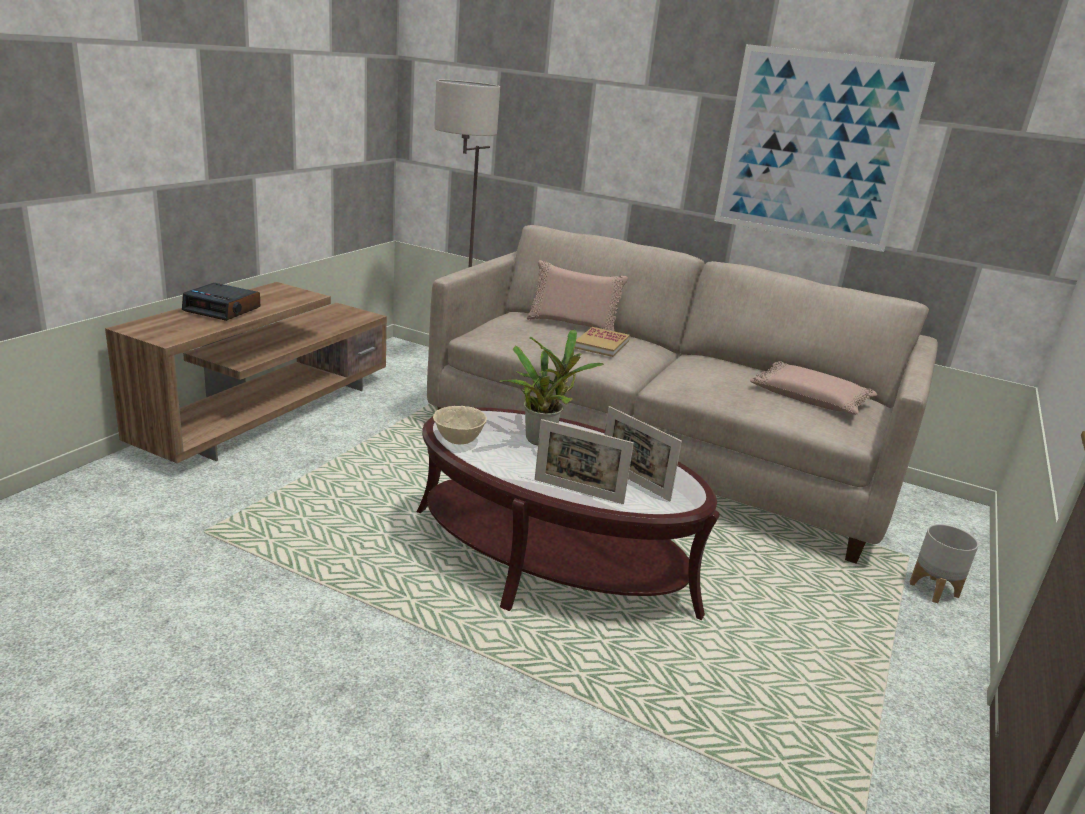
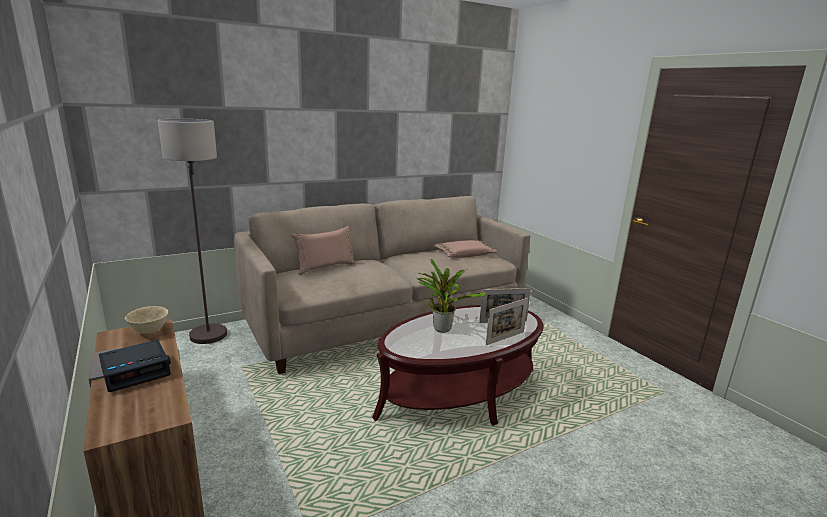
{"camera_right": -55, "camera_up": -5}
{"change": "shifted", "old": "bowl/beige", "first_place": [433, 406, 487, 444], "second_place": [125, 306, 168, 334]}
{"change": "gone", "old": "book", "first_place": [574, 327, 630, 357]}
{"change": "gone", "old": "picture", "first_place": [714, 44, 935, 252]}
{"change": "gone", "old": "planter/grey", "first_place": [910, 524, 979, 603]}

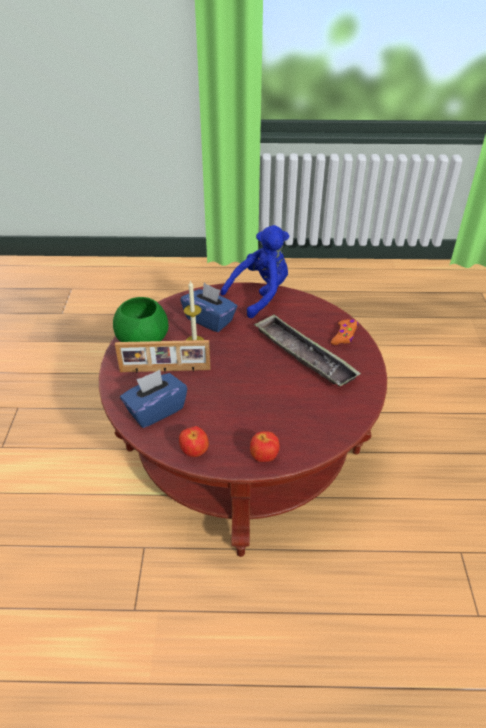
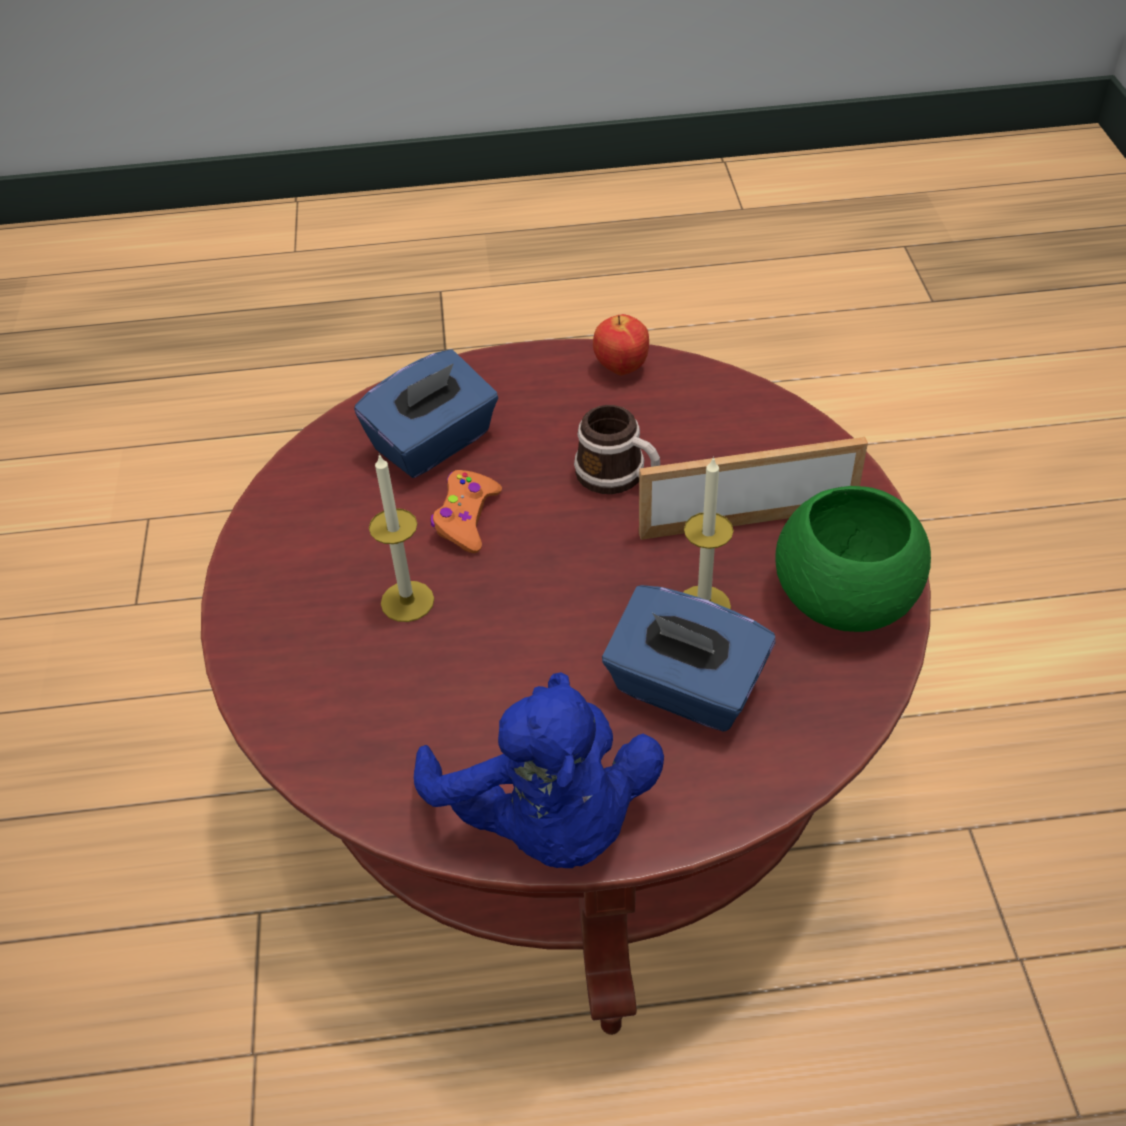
{"camera_right": 175, "camera_up": 5}
{"change": "shifted", "old": "tissue box/blue", "first_place": [120, 370, 187, 428], "second_place": [354, 349, 498, 478]}
{"change": "swapped", "old": "tray", "new": "candle", "first_place": [254, 314, 361, 386], "second_place": [369, 453, 434, 622]}
{"change": "rotated", "old": "plush toy/blue", "first_place": [220, 225, 290, 318], "second_place": [414, 672, 664, 868], "degrees": -75}
{"change": "shifted", "old": "game controller/orange", "first_place": [331, 320, 358, 345], "second_place": [431, 470, 502, 553]}
{"change": "new", "new": "mug", "second_place": [574, 405, 660, 494]}
{"change": "gone", "old": "apple", "first_place": [250, 431, 280, 462]}

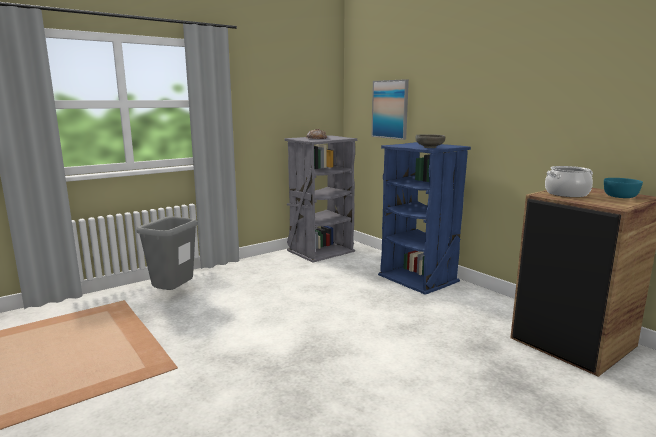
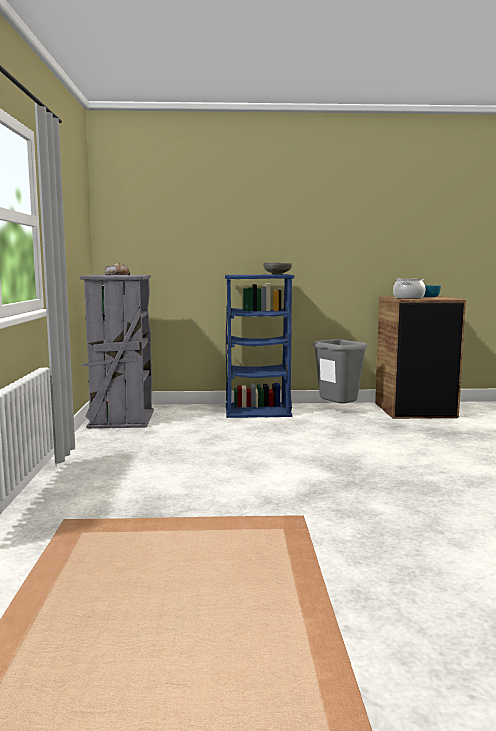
{"camera_right": -55, "camera_up": -5}
{"change": "shifted", "old": "trash can/grey", "first_place": [136, 216, 198, 290], "second_place": [313, 339, 368, 404]}
{"change": "gone", "old": "picture", "first_place": [371, 79, 409, 140]}

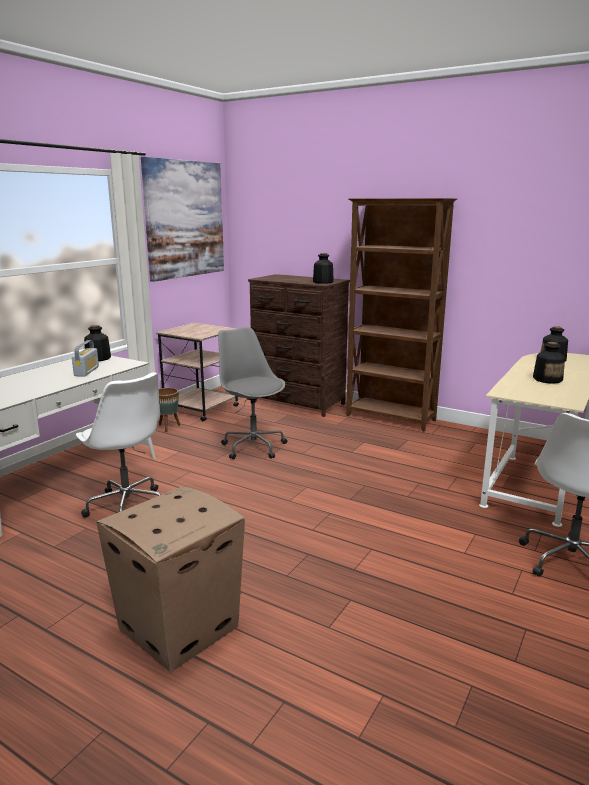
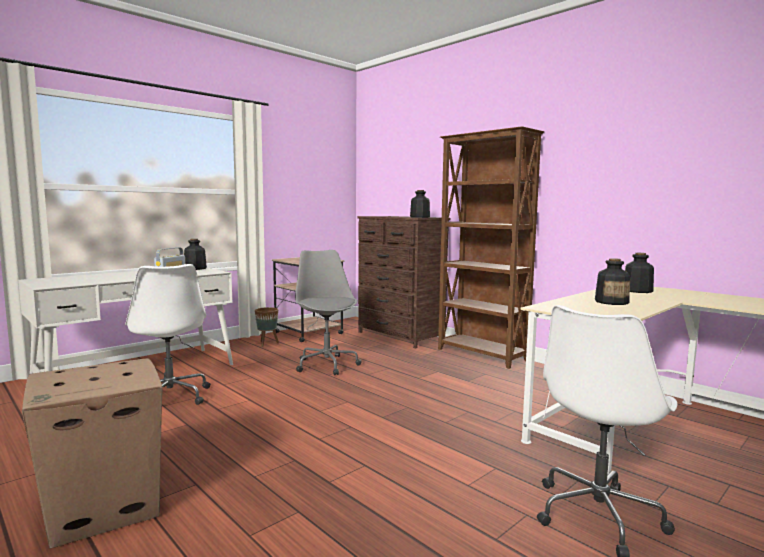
{"camera_right": 15, "camera_up": -10}
{"change": "gone", "old": "picture", "first_place": [141, 157, 224, 282]}

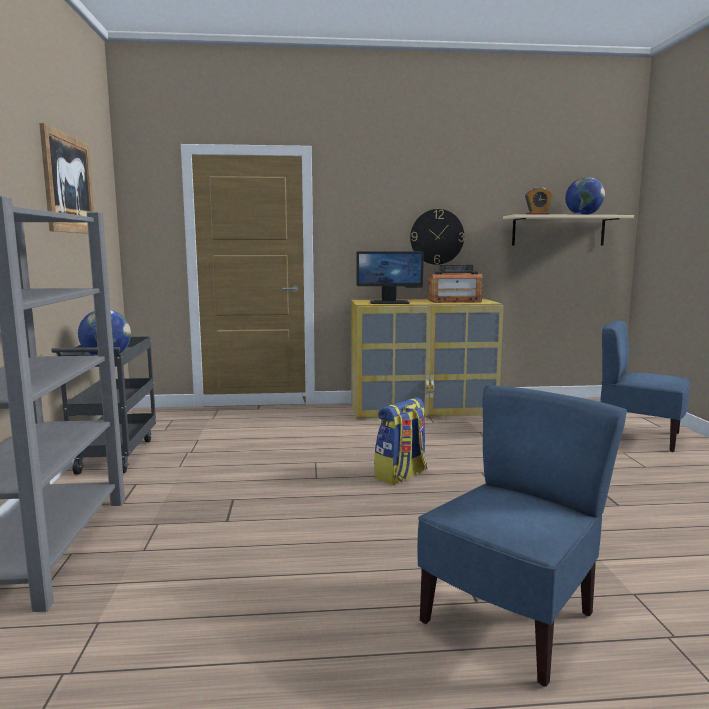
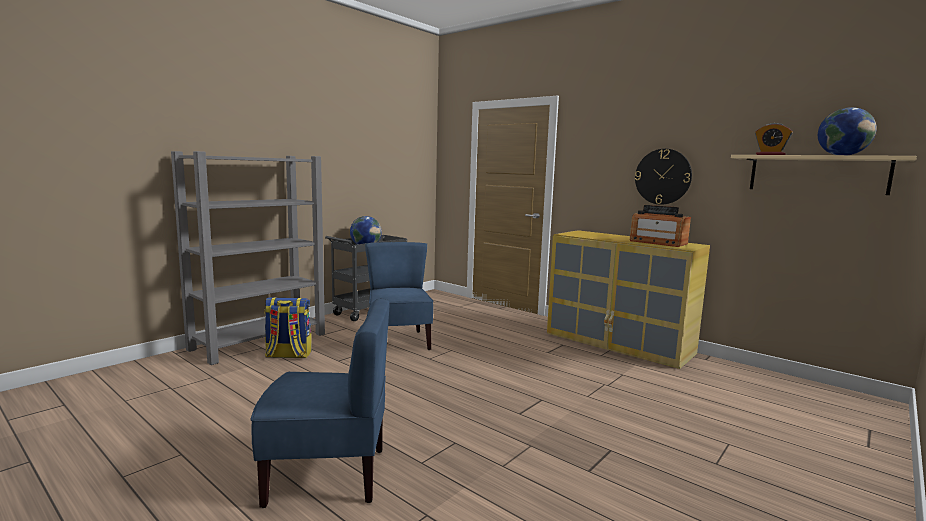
{"camera_right": 45, "camera_up": 0}
{"change": "shifted", "old": "backpack", "first_place": [374, 398, 427, 485], "second_place": [264, 297, 312, 358]}
{"change": "shifted", "old": "chair/blue", "first_place": [600, 321, 691, 452], "second_place": [365, 242, 433, 350]}
{"change": "gone", "old": "picture", "first_place": [39, 123, 94, 234]}
{"change": "gone", "old": "monitor", "first_place": [356, 251, 424, 304]}

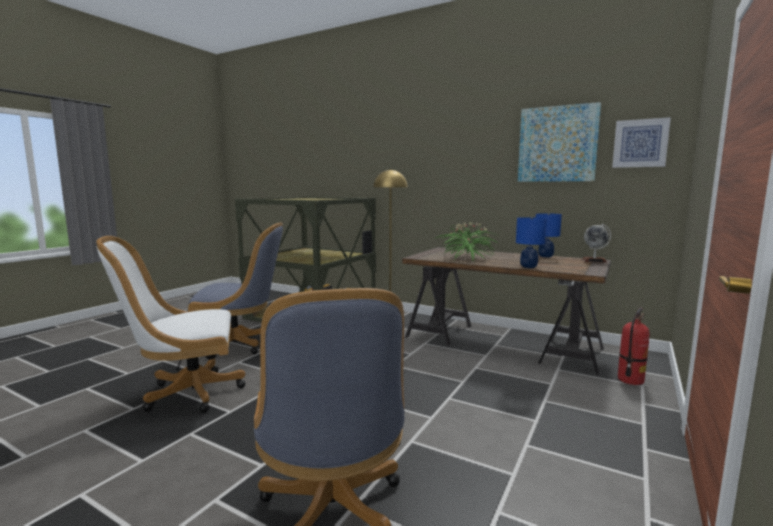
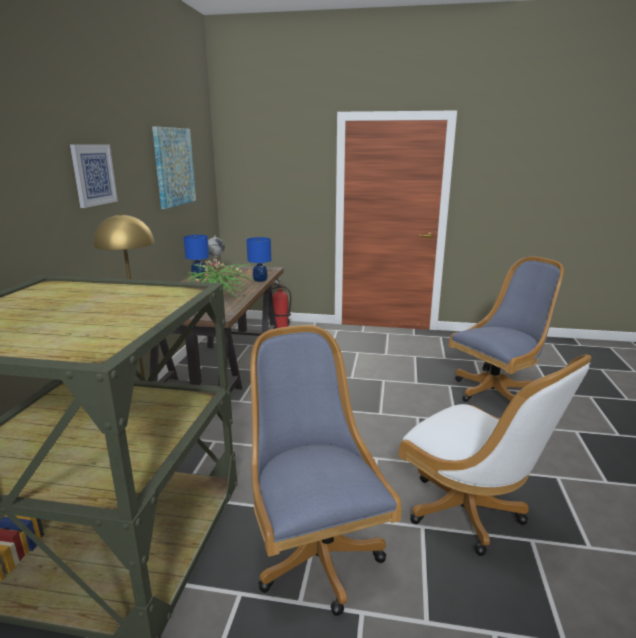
{"camera_right": -110, "camera_up": 10}
{"change": "shifted", "old": "picture", "first_place": [612, 117, 671, 168], "second_place": [70, 145, 118, 208]}

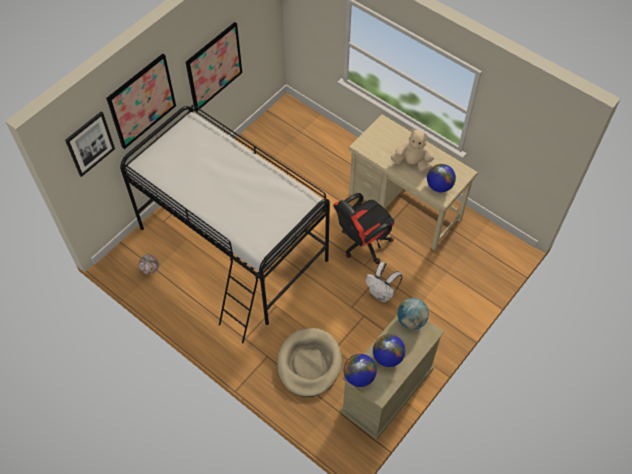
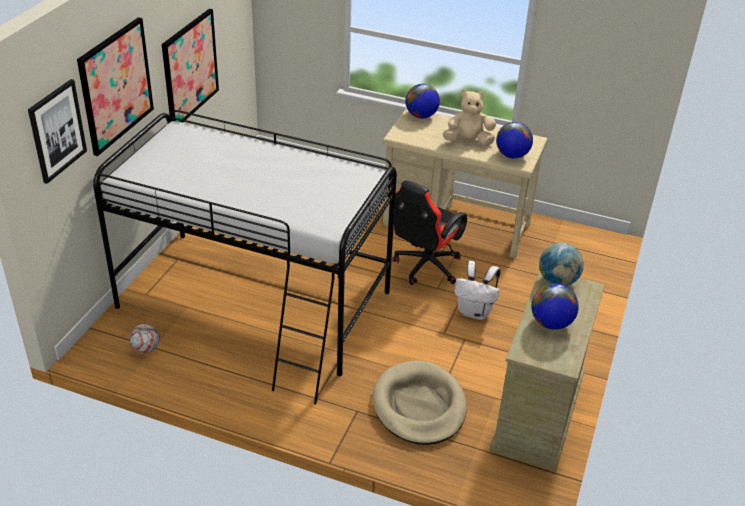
{"camera_right": -20, "camera_up": -20}
{"change": "shifted", "old": "globe", "first_place": [344, 354, 377, 387], "second_place": [405, 84, 440, 119]}

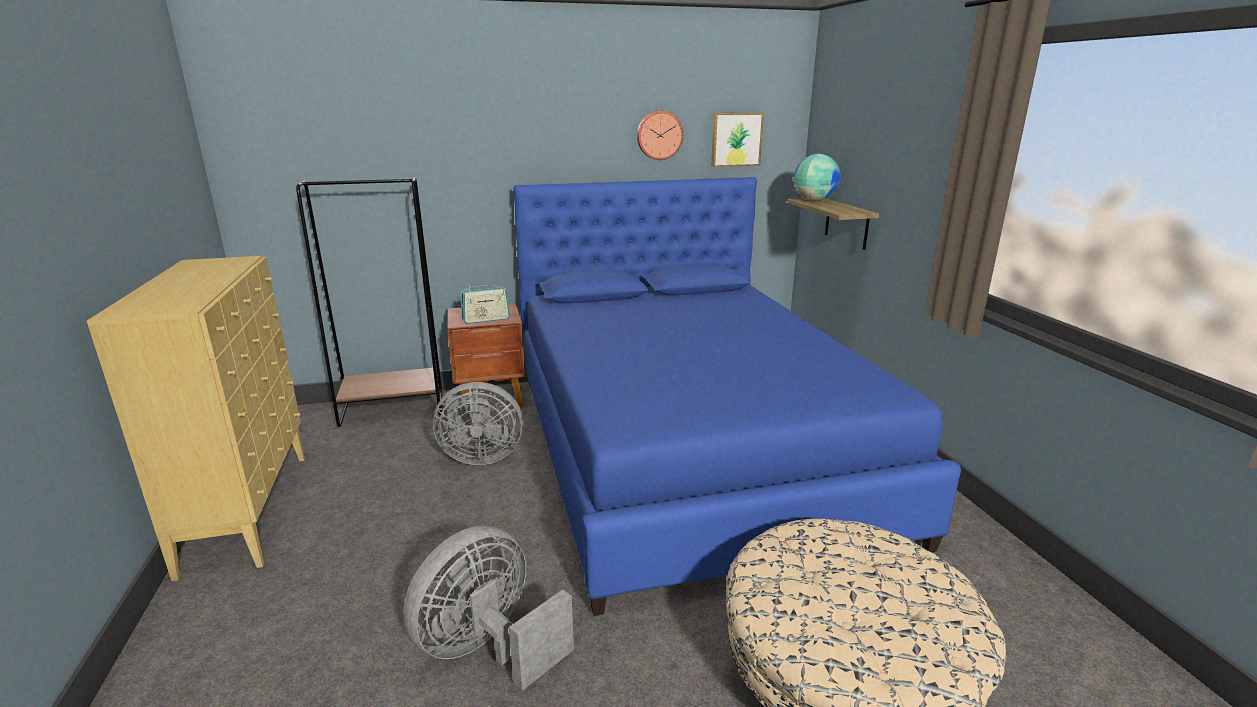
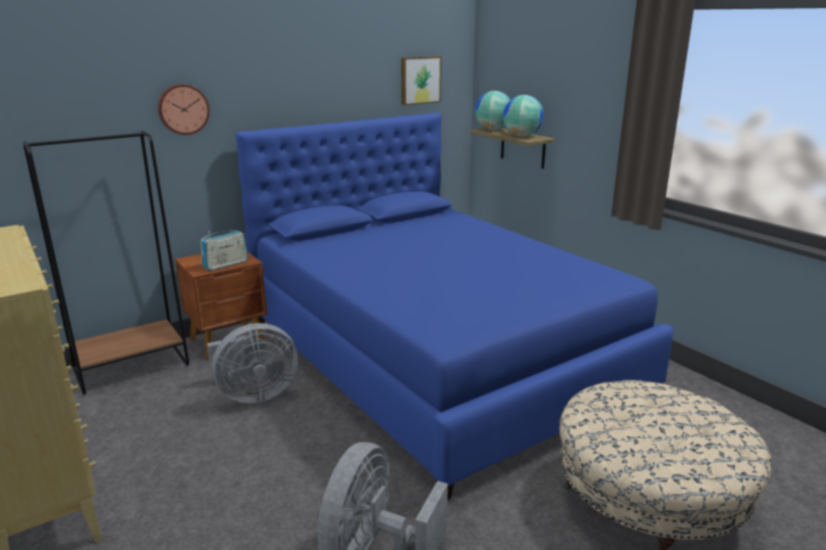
{"camera_right": -20, "camera_up": 0}
{"change": "shifted", "old": "wall clock", "first_place": [637, 111, 683, 160], "second_place": [158, 84, 210, 135]}
{"change": "new", "new": "globe", "second_place": [503, 95, 544, 137]}

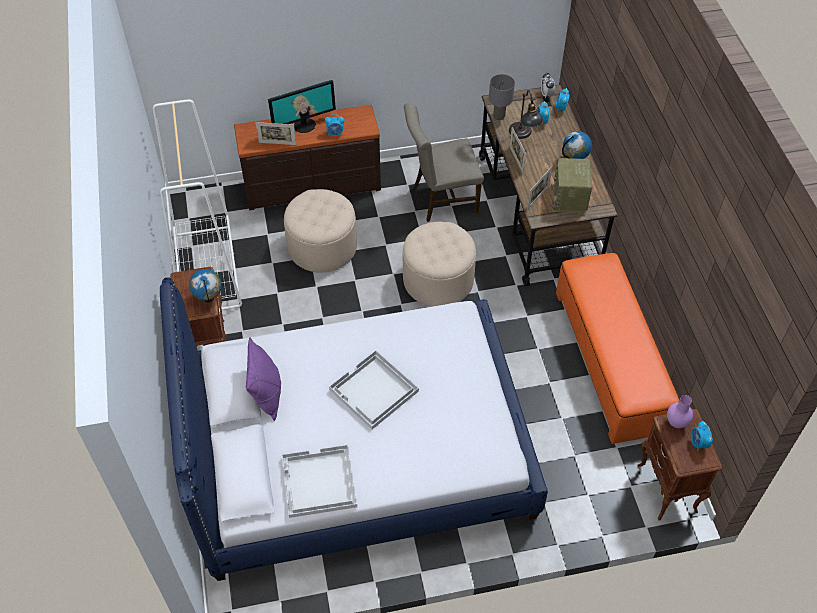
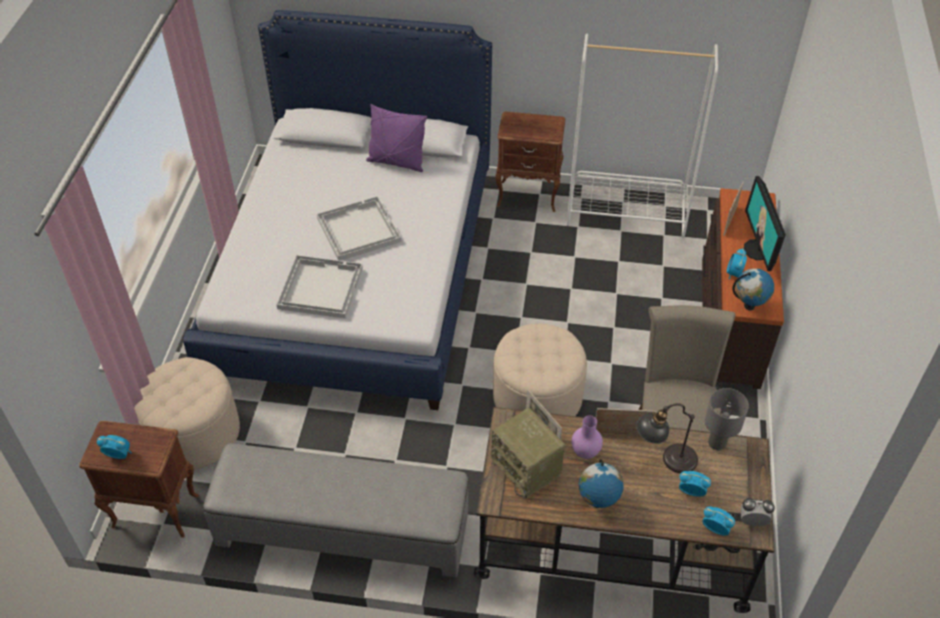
{"camera_right": 110, "camera_up": -5}
{"change": "shifted", "old": "ottoman/beige", "first_place": [284, 189, 357, 272], "second_place": [134, 357, 240, 469]}
{"change": "repainted", "old": "bench/orange", "new": "bench/grey", "first_place": [556, 253, 679, 444], "second_place": [203, 443, 468, 577]}
{"change": "shifted", "old": "tray/white", "first_place": [282, 444, 357, 518], "second_place": [276, 255, 363, 319]}
{"change": "rotated", "old": "radio", "first_place": [551, 158, 592, 213], "second_place": [491, 408, 565, 498], "degrees": -150}
{"change": "shifted", "old": "vase/purple", "first_place": [667, 395, 693, 428], "second_place": [572, 416, 603, 459]}
{"change": "shifted", "old": "globe", "first_place": [189, 269, 222, 303], "second_place": [732, 268, 774, 310]}

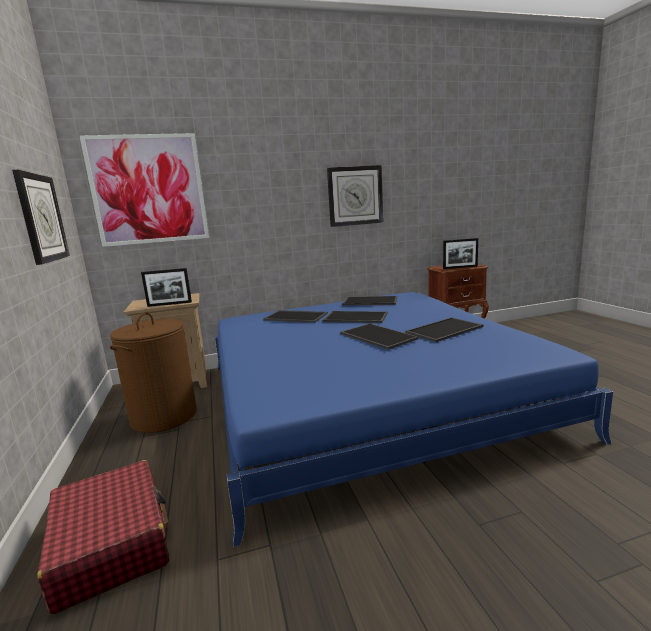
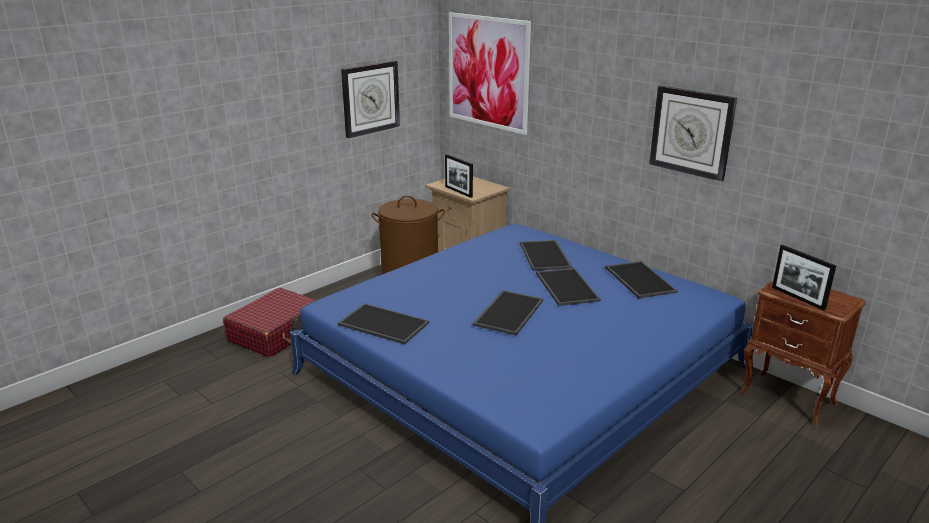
{"camera_right": 60, "camera_up": 10}
{"change": "shifted", "old": "tray", "first_place": [405, 317, 483, 342], "second_place": [338, 303, 429, 345]}

